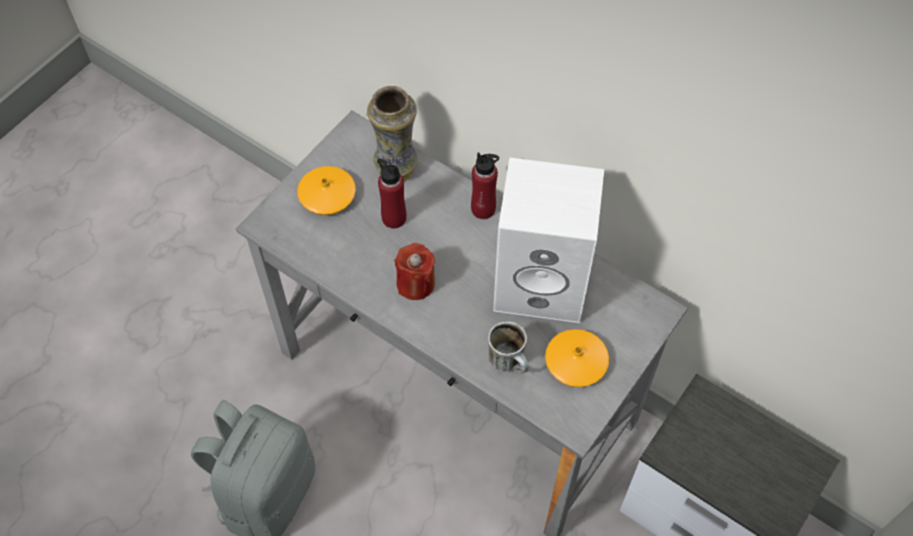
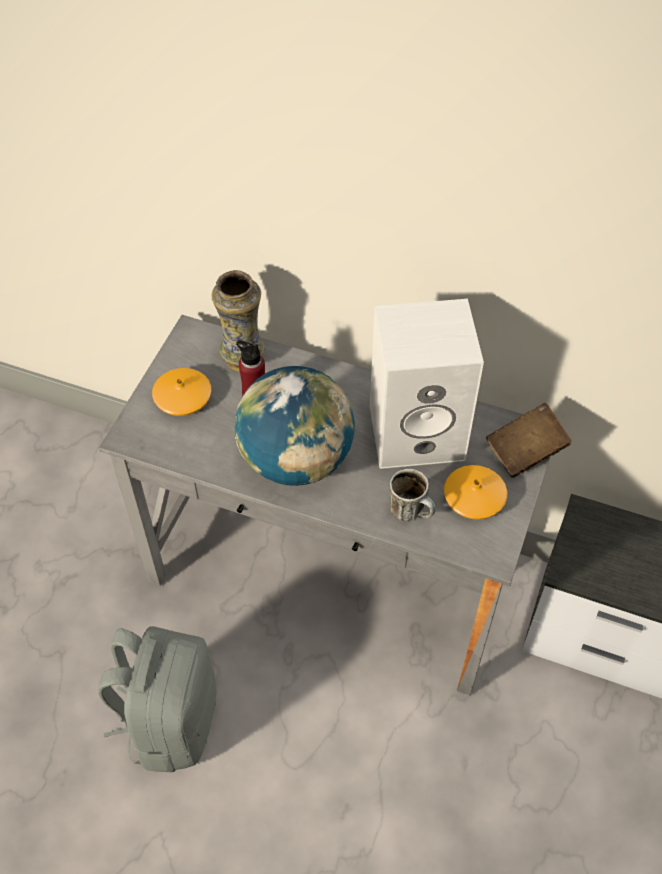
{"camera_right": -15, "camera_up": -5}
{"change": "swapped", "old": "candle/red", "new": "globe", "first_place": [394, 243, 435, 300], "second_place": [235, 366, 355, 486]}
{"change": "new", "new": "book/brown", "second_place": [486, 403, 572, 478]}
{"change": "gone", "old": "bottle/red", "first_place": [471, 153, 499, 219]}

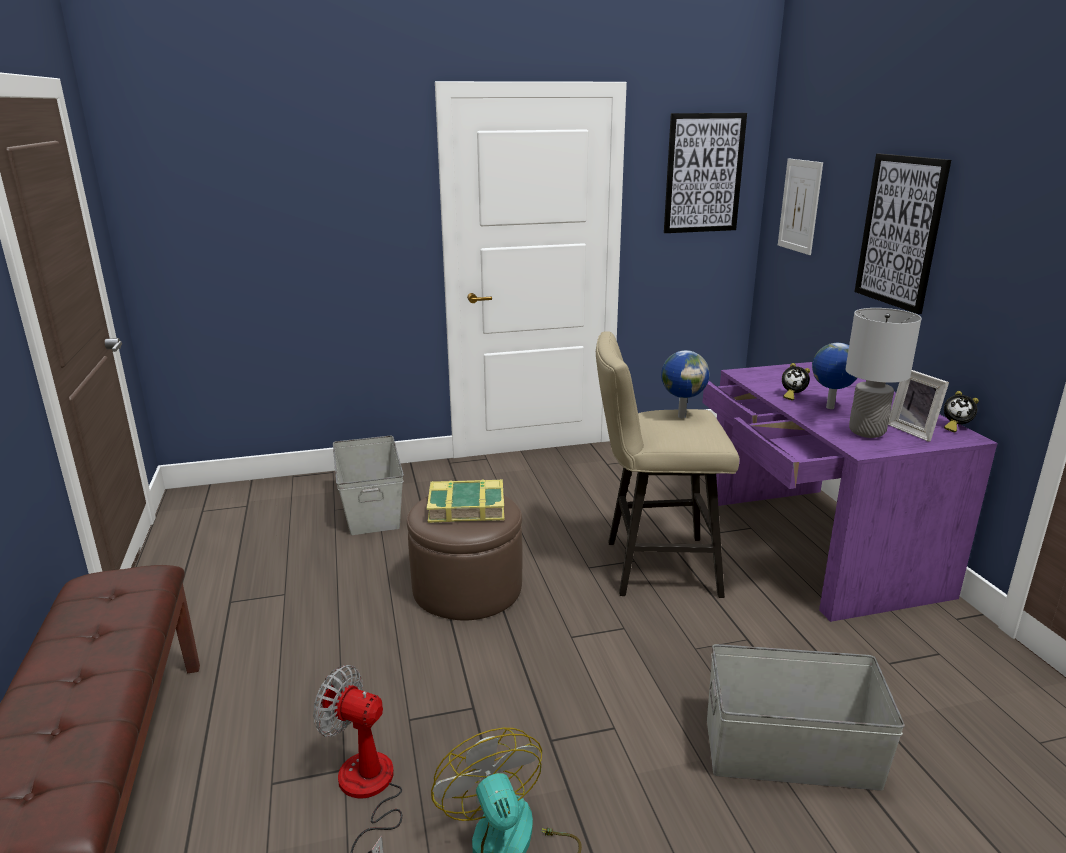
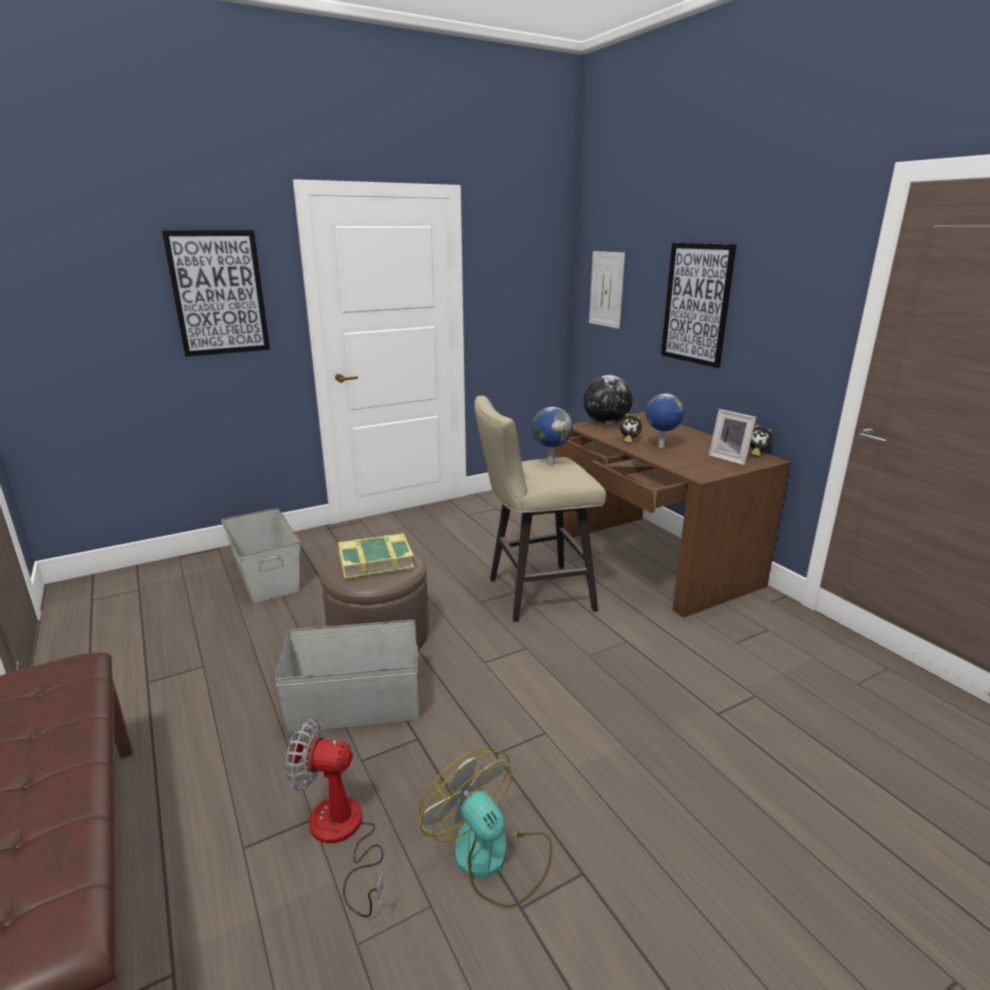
{"camera_right": -15, "camera_up": 0}
{"change": "shifted", "old": "picture", "first_place": [664, 113, 747, 233], "second_place": [162, 230, 270, 357]}
{"change": "shifted", "old": "storage box/grey", "first_place": [707, 644, 905, 791], "second_place": [275, 620, 420, 733]}
{"change": "repainted", "old": "desk/purple", "new": "desk/brown", "first_place": [702, 362, 998, 622], "second_place": [555, 412, 791, 618]}
{"change": "new", "new": "globe", "second_place": [583, 375, 633, 424]}
{"change": "gone", "old": "table lamp/grey", "first_place": [845, 308, 922, 438]}

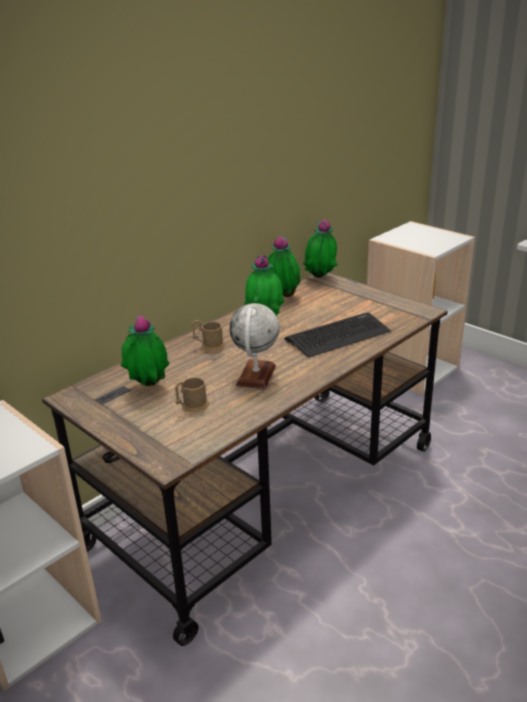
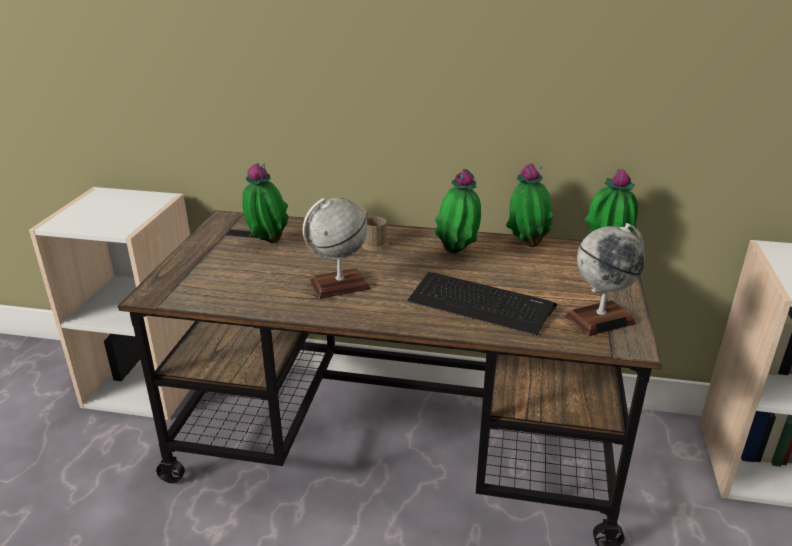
{"camera_right": 55, "camera_up": 0}
{"change": "new", "new": "globe", "second_place": [565, 223, 645, 336]}
{"change": "gone", "old": "mug/brown", "first_place": [175, 377, 209, 413]}

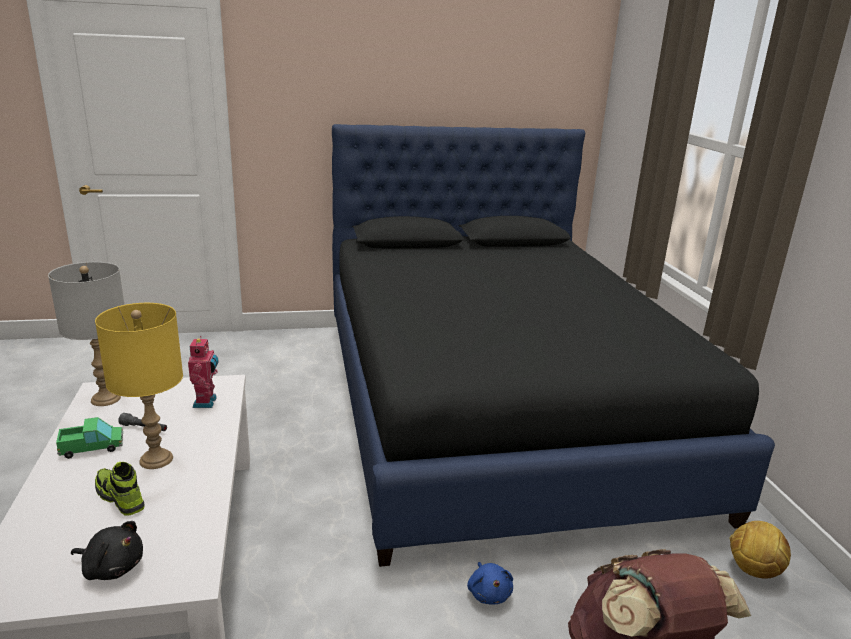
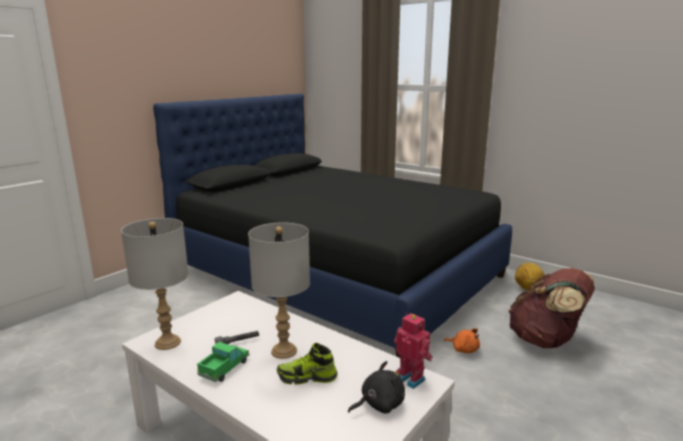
{"camera_right": -40, "camera_up": -5}
{"change": "repainted", "old": "table lamp/yellow", "new": "table lamp/grey", "first_place": [95, 303, 183, 469], "second_place": [248, 222, 310, 359]}
{"change": "shifted", "old": "toy robot", "first_place": [188, 336, 219, 408], "second_place": [394, 313, 433, 389]}
{"change": "repainted", "old": "plush toy/blue", "new": "plush toy/orange", "first_place": [467, 562, 513, 604], "second_place": [444, 328, 480, 353]}

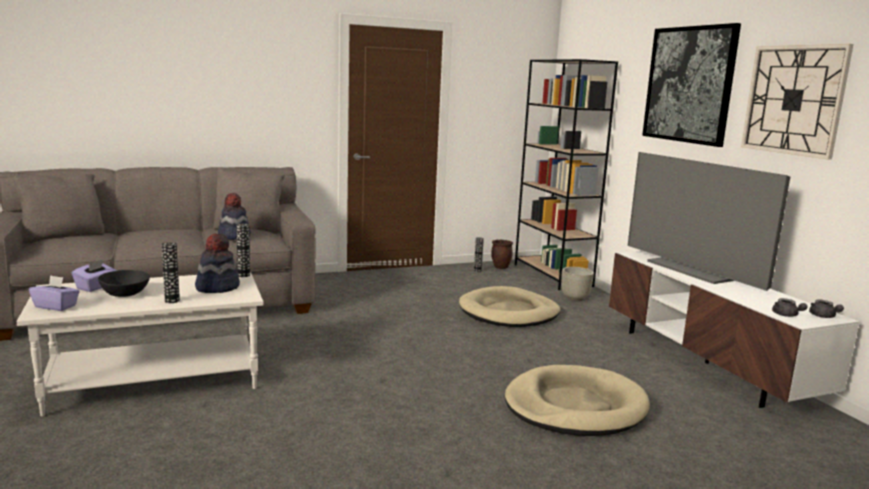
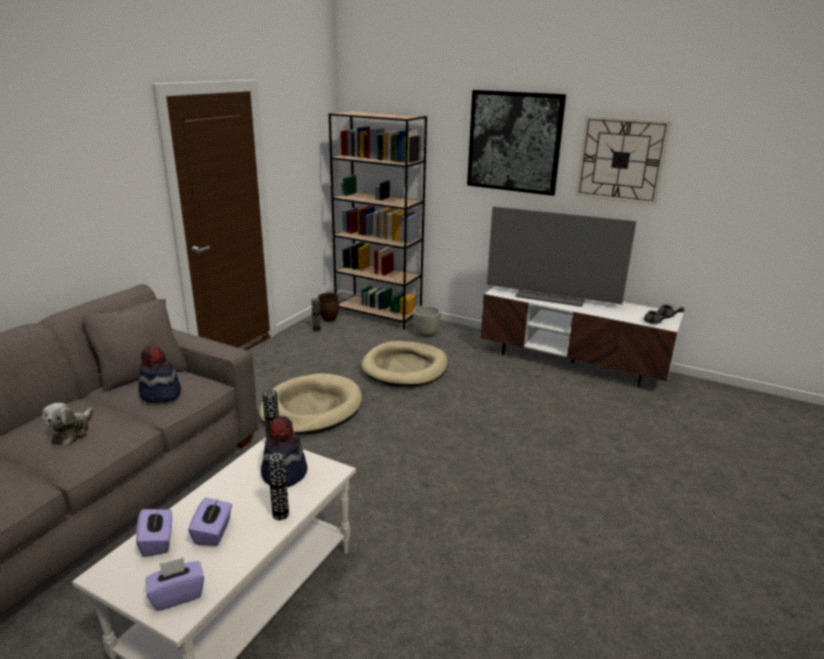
{"camera_right": -40, "camera_up": 10}
{"change": "new", "new": "plush toy", "second_place": [42, 403, 93, 445]}
{"change": "swapped", "old": "bowl/black", "new": "tissue box/purple", "first_place": [98, 270, 150, 297], "second_place": [188, 498, 232, 546]}
{"change": "shifted", "old": "dog bed/beige", "first_place": [505, 365, 650, 436], "second_place": [259, 373, 362, 435]}

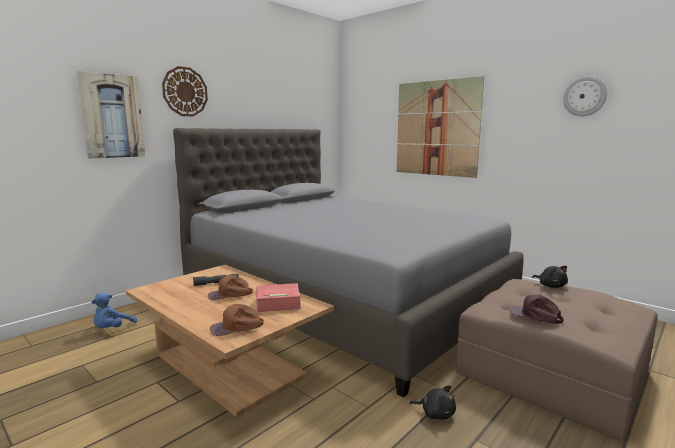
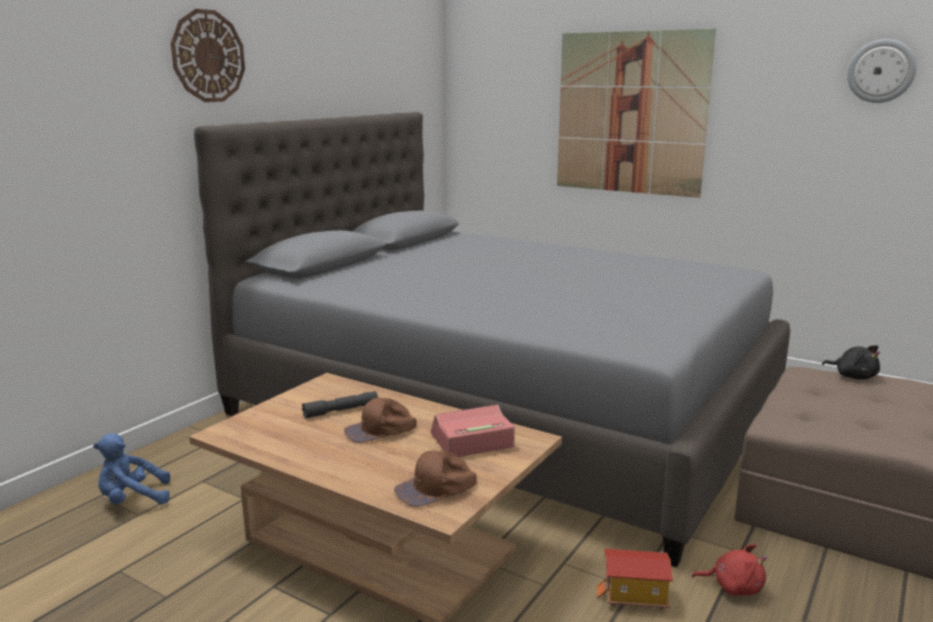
{"camera_right": -10, "camera_up": 5}
{"change": "rotated", "old": "plush toy/blue", "first_place": [91, 292, 137, 328], "second_place": [93, 434, 170, 505], "degrees": 60}
{"change": "new", "new": "toy house", "second_place": [597, 549, 673, 610]}
{"change": "repainted", "old": "plush toy/black", "new": "plush toy/red", "first_place": [409, 385, 456, 420], "second_place": [692, 544, 767, 596]}
{"change": "gone", "old": "picture", "first_place": [77, 71, 145, 159]}
{"change": "gone", "old": "cap/brown", "first_place": [510, 295, 564, 324]}

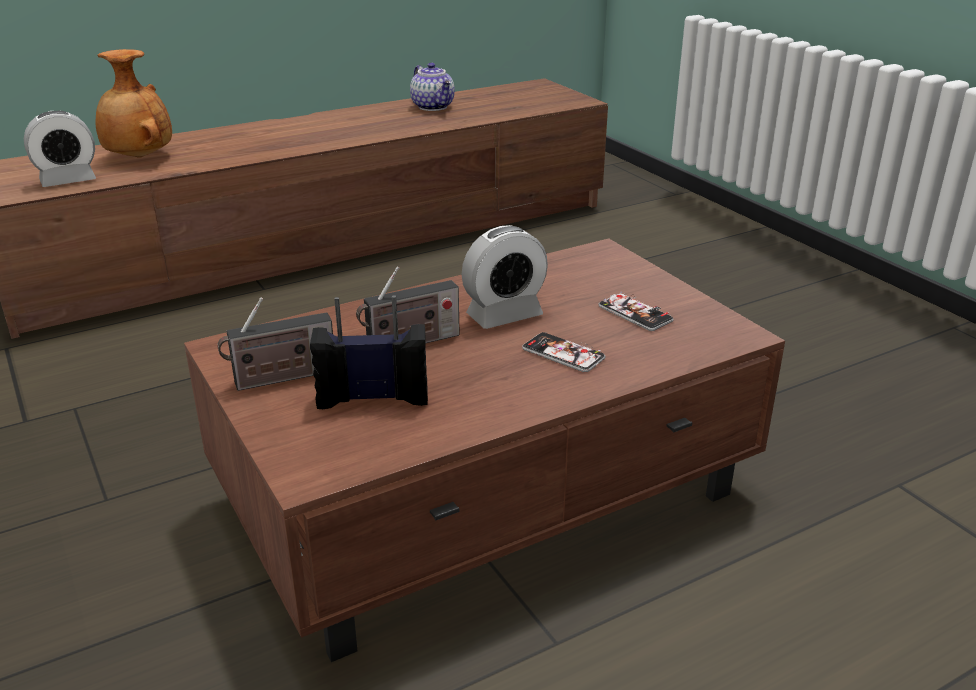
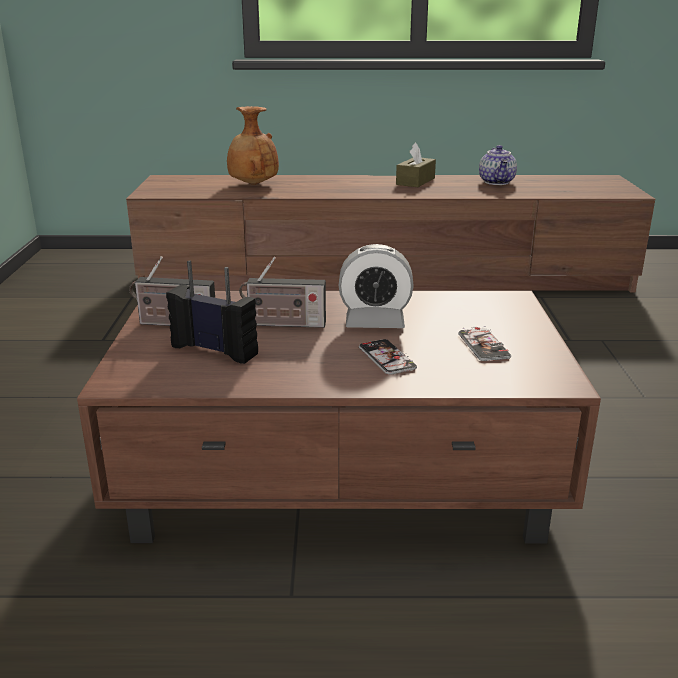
{"camera_right": 30, "camera_up": -5}
{"change": "new", "new": "tissue box/brown", "second_place": [396, 143, 436, 187]}
{"change": "gone", "old": "alarm clock", "first_place": [24, 111, 96, 187]}

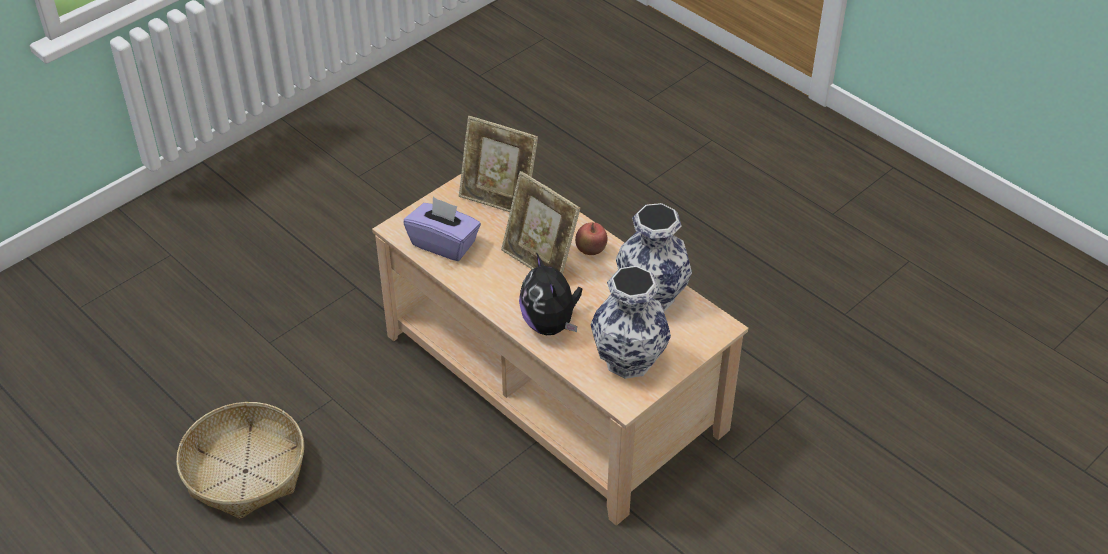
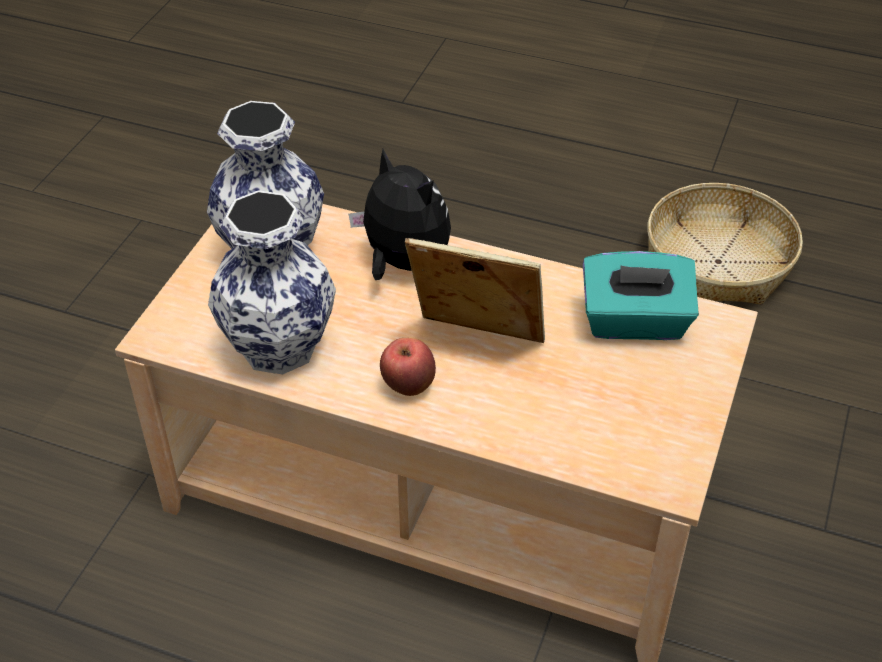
{"camera_right": 155, "camera_up": 0}
{"change": "repainted", "old": "tissue box/purple", "new": "tissue box/turquoise", "first_place": [403, 197, 481, 261], "second_place": [583, 251, 699, 340]}
{"change": "gone", "old": "picture frame", "first_place": [459, 116, 538, 212]}

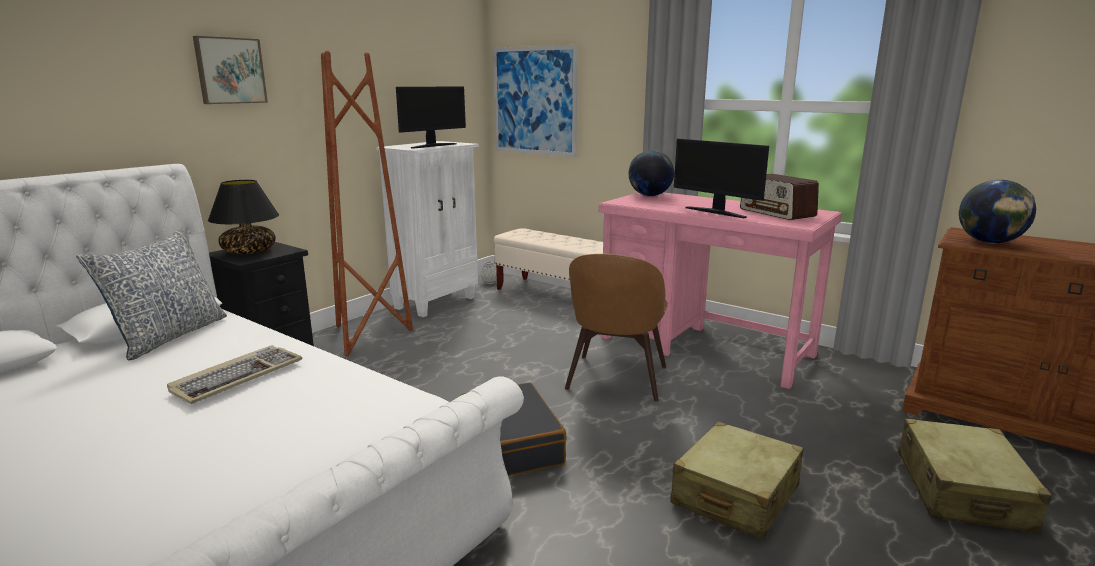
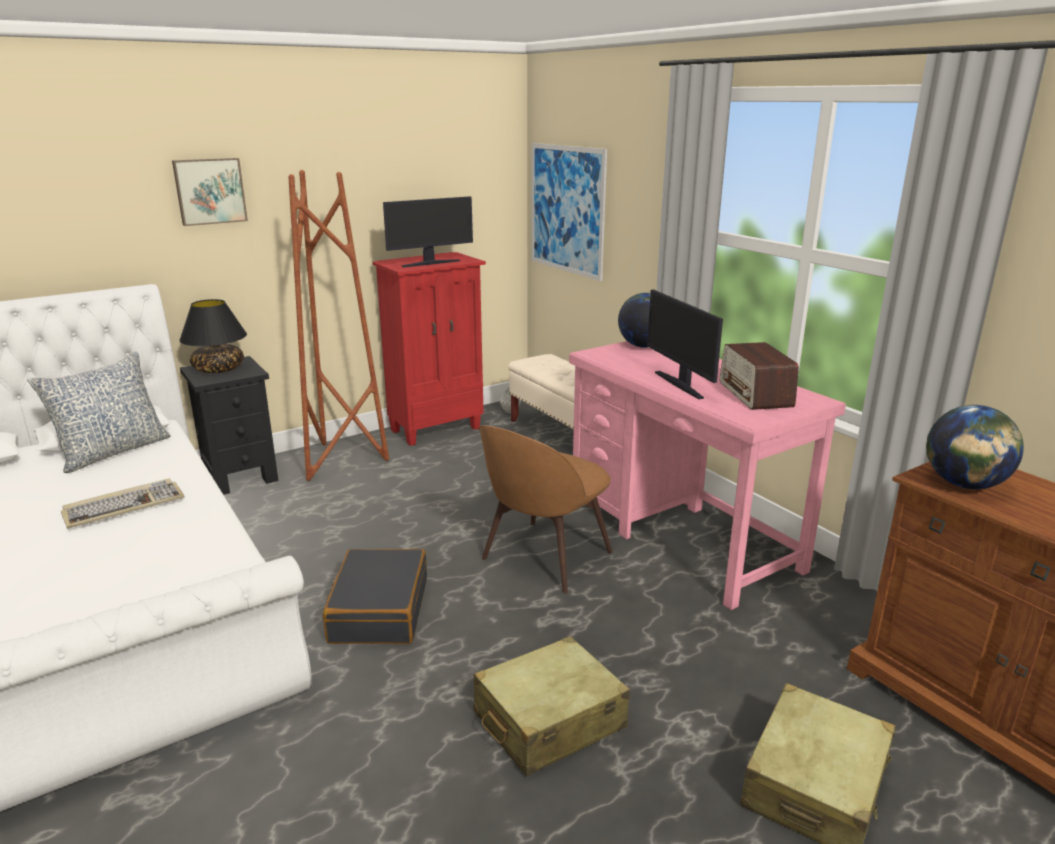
{"camera_right": 20, "camera_up": 5}
{"change": "repainted", "old": "cabinet/white", "new": "cabinet/red", "first_place": [376, 141, 479, 317], "second_place": [373, 252, 486, 446]}

